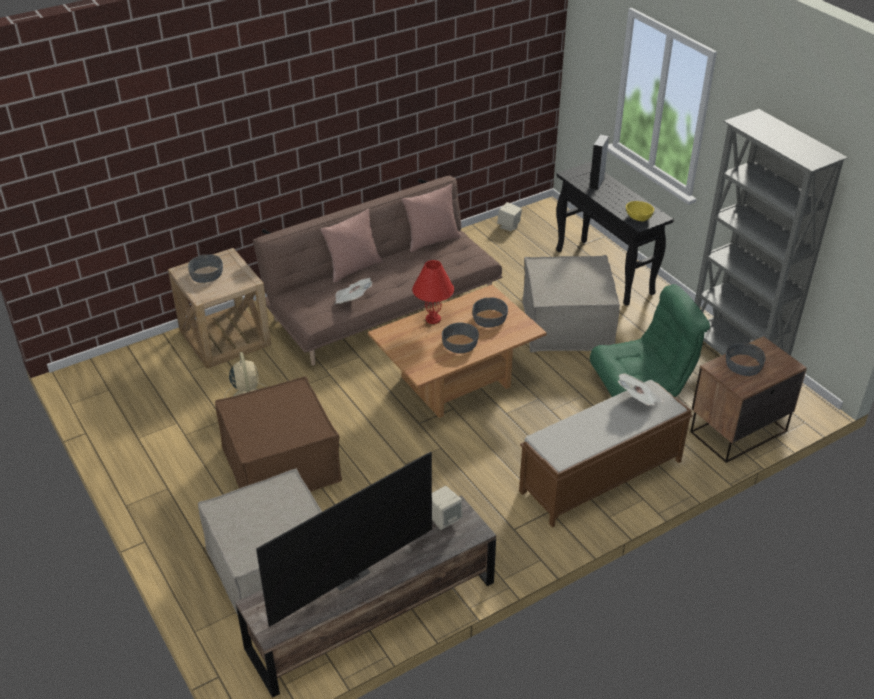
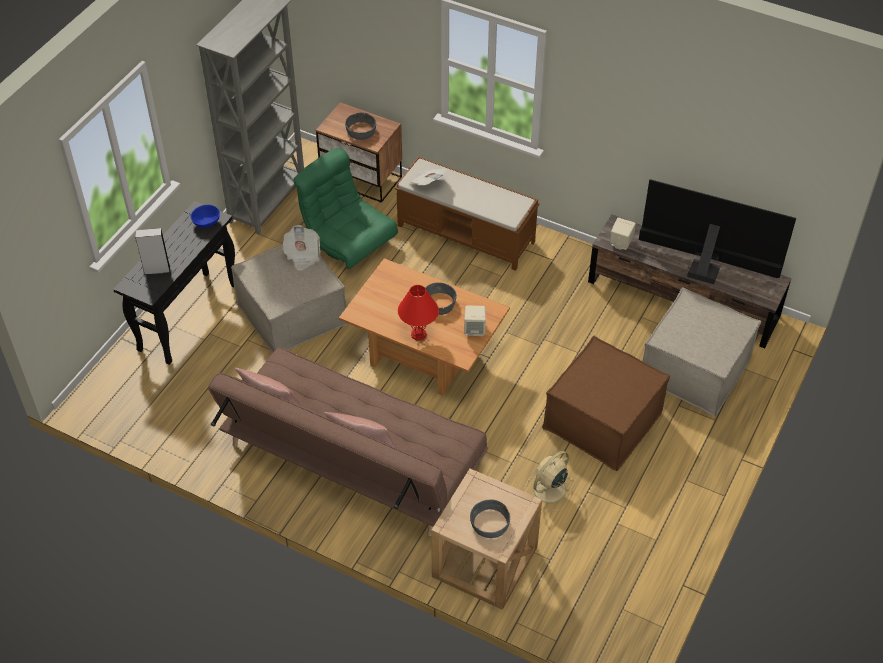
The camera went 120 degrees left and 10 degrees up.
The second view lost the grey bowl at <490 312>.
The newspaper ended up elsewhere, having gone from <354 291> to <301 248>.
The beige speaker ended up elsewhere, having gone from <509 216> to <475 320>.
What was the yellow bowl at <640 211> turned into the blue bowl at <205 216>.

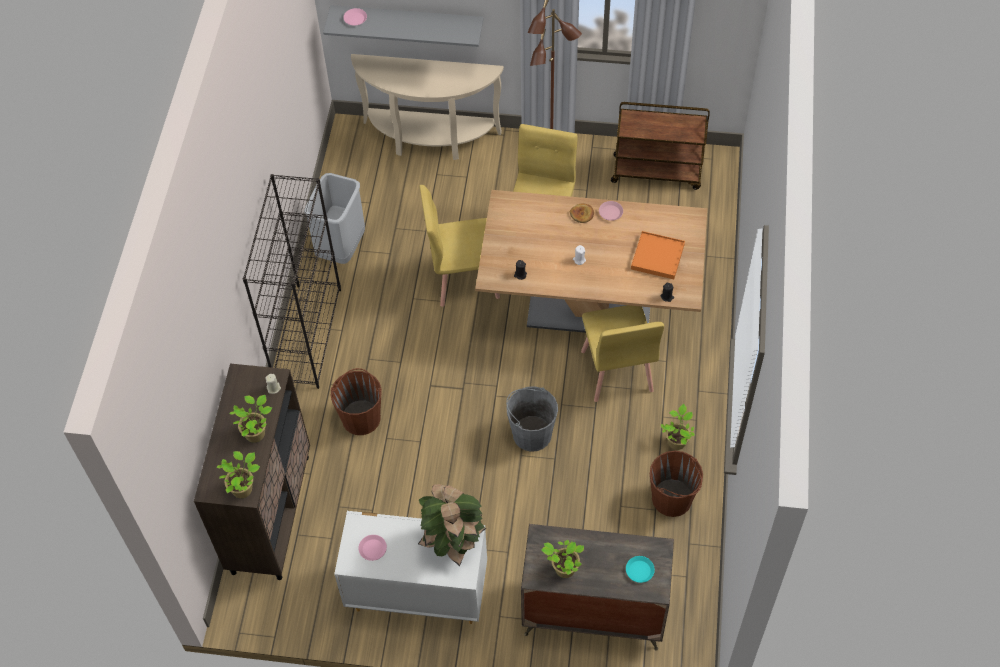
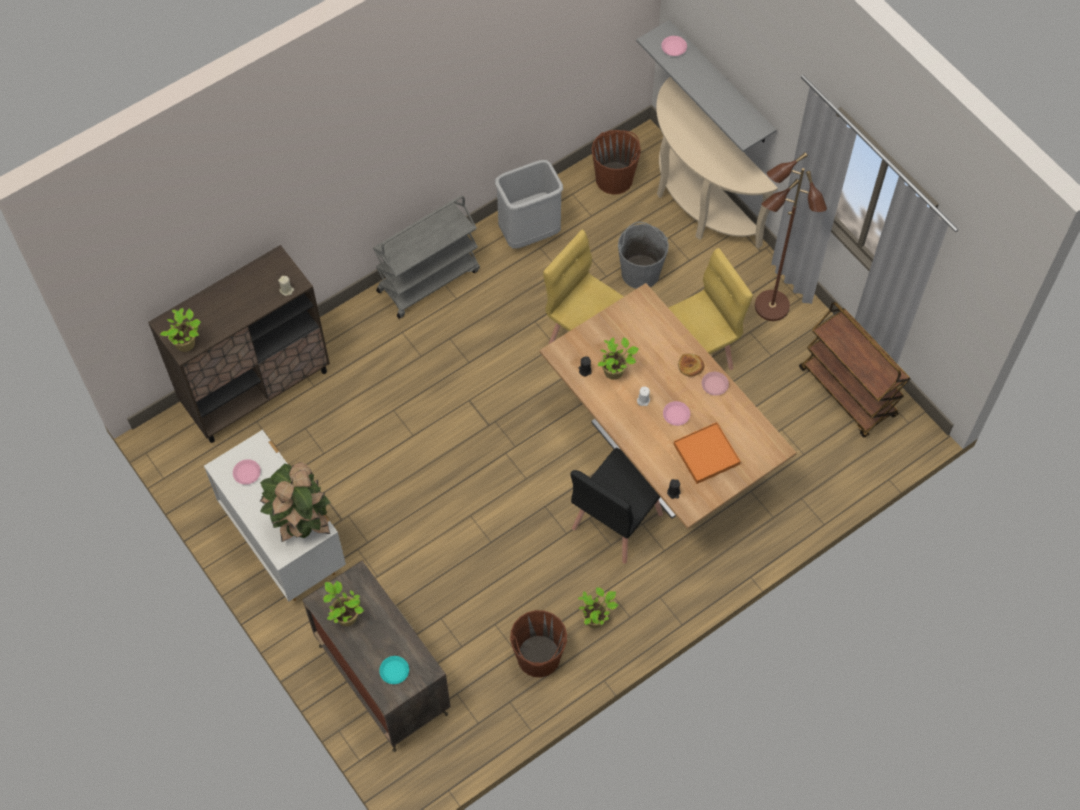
The camera went 45 degrees right and 5 degrees up.
The second view gained the pink plate at <676 413>.
The potted plant ended up elsewhere, having gone from <250 419> to <618 358>.
The brown bucket ended up elsewhere, having gone from <356 401> to <616 162>.
The grey bucket ended up elsewhere, having gone from <532 419> to <643 255>.
Where the black bookcase stood at <292 281>, the grey cart came to stand at <426 257>.
What was the yellow chair at <622 353> turned into the black chair at <616 506>.

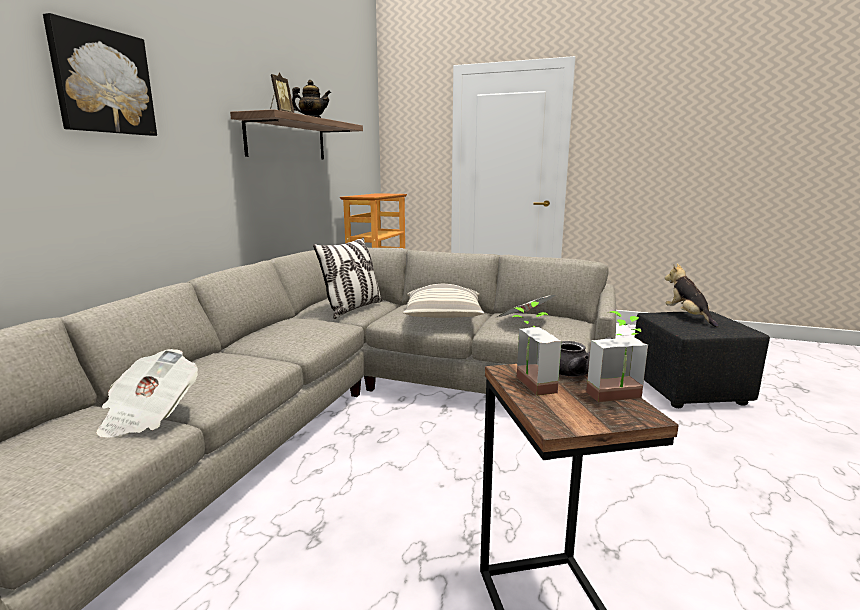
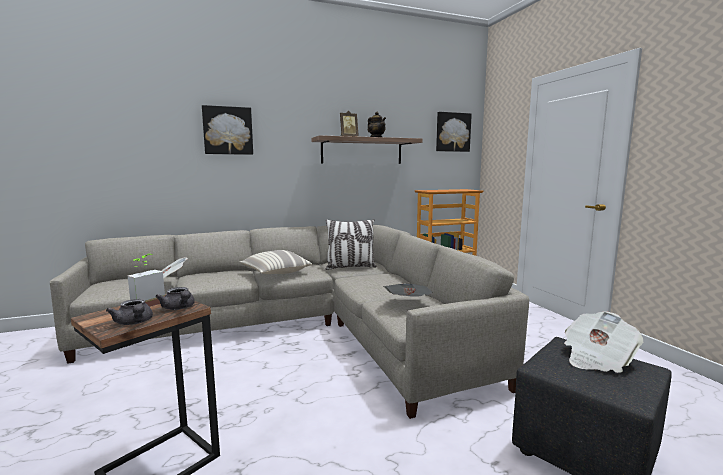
The camera went 50 degrees right and 5 degrees down.
The second view gained the picture at <454 132>.
The pillow ended up elsewhere, having gone from <443 301> to <276 262>.
Where the potted plant stood at <617 356>, the grey teapot came to stand at <129 312>.
Where the plush toy stood at <692 295>, the newspaper came to stand at <604 342>.

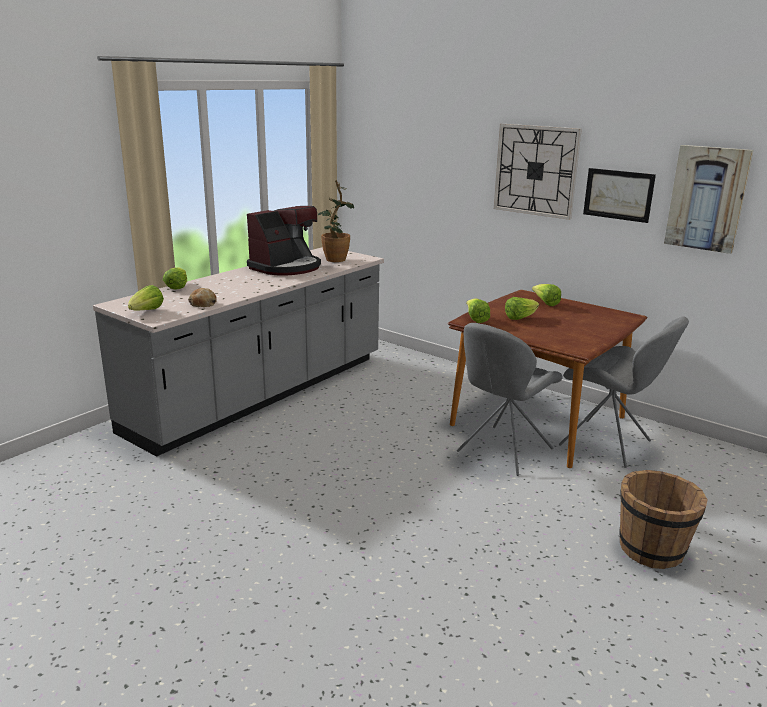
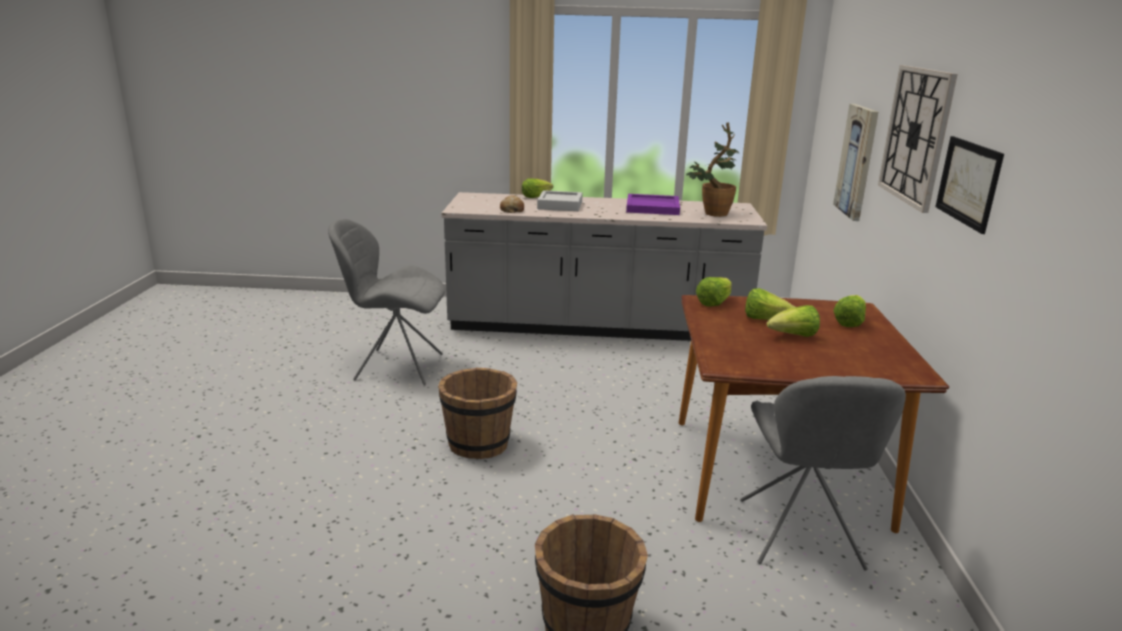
The camera went 55 degrees right and 0 degrees up.
The second view gained the brown bucket at <477 413>.
The second view gained the grey tray at <560 200>.
The lettuce ended up elsewhere, having gone from <146 298> to <793 321>.
The grey chair ended up elsewhere, having gone from <509 399> to <386 302>.
The picture ended up elsewhere, having gone from <708 199> to <855 162>.
Where the coffee machine stood at <284 241>, the purple tray came to stand at <653 204>.

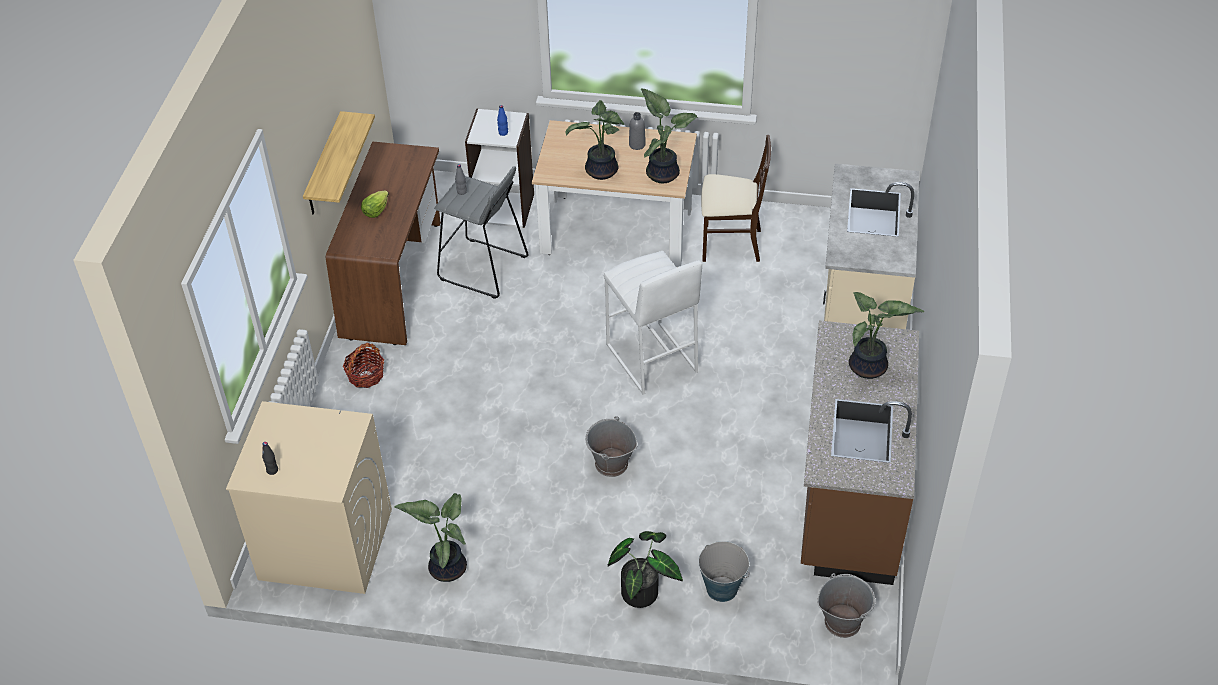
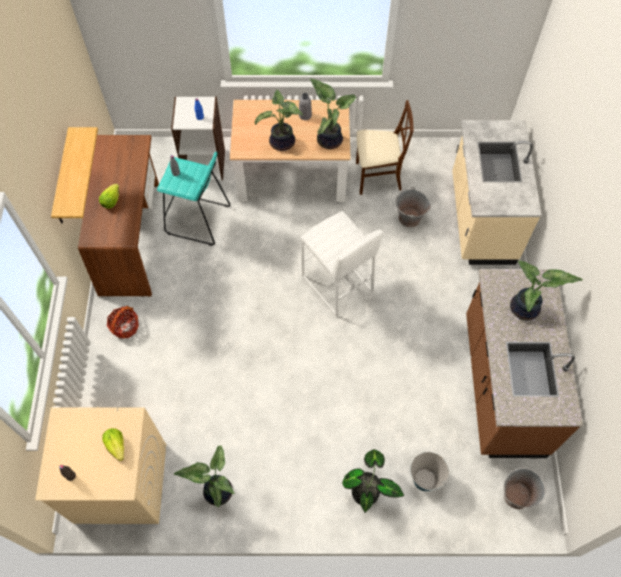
The camera went 10 degrees left and 15 degrees up.
The second view gained the lettuce at <113 444>.
The grey bucket ended up elsewhere, having gone from <611 446> to <413 207>.
What was the grey stool at <481 232> turned into the turquoise stool at <193 199>.

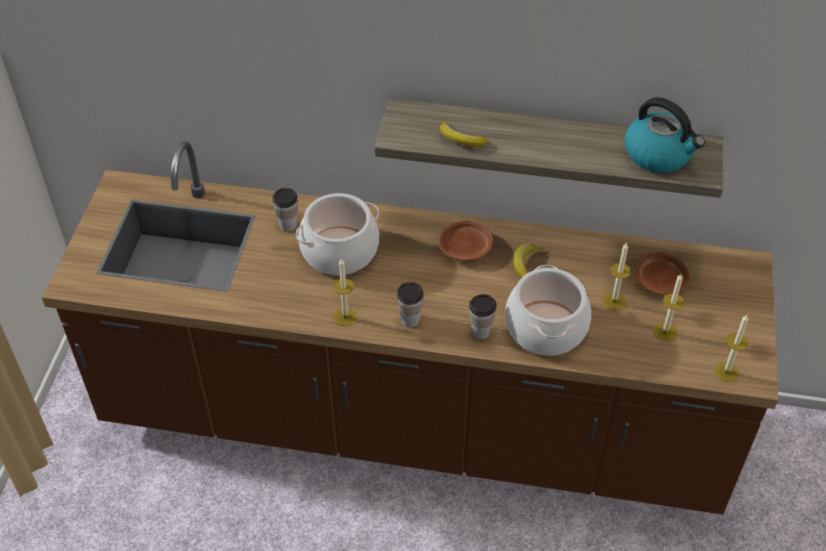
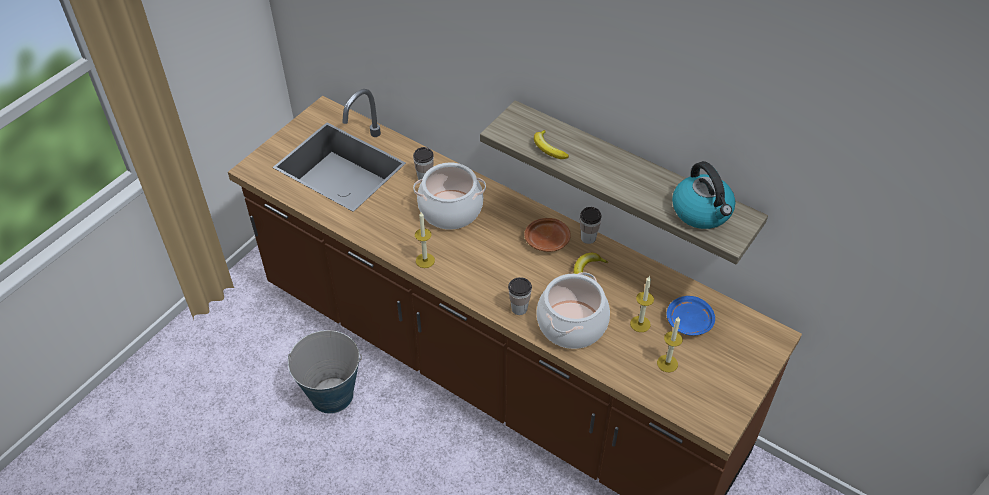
The camera went 25 degrees right and 0 degrees up.
The second view lost the candle at <731 348>.
The second view gained the bucket at <325 372>.
The cup ended up elsewhere, having gone from <410 304> to <590 225>.
What was the brown plate at <662 273> turned into the blue plate at <691 316>.

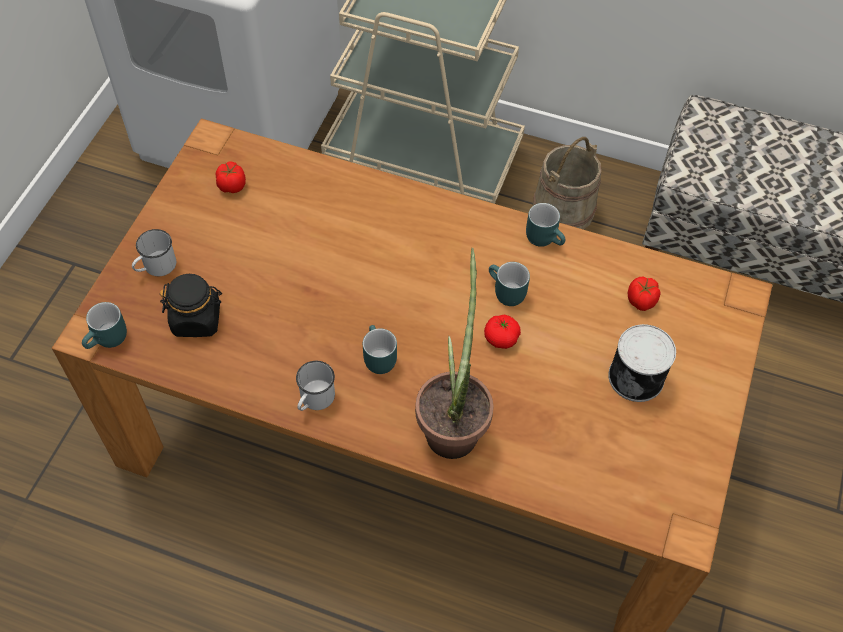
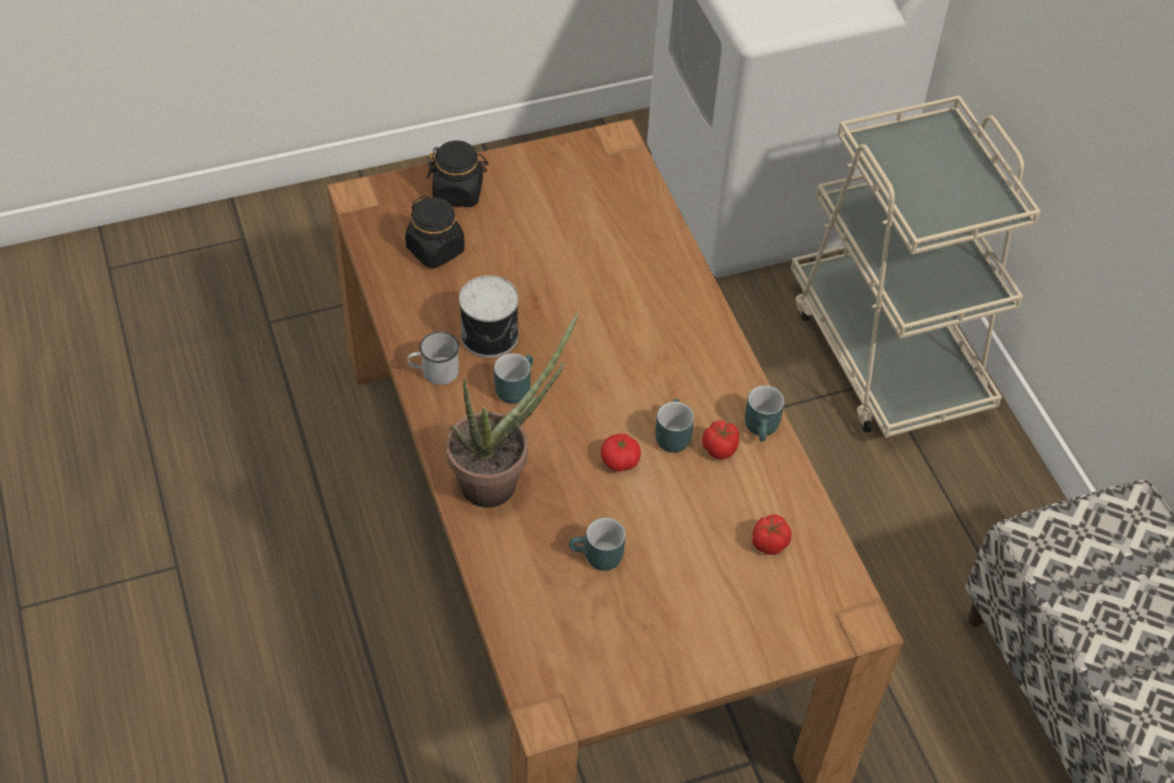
The camera went 50 degrees right and 5 degrees down.
The second view lost the beige bucket at <567 183>.
The turquoise mug ended up elsewhere, having gone from <104 325> to <597 544>.
The tomato ended up elsewhere, having gone from <230 177> to <720 440>.
The can ended up elsewhere, having gone from <642 363> to <488 316>.
Where the white mug stood at <154 252>, the black jar came to stand at <457 173>.

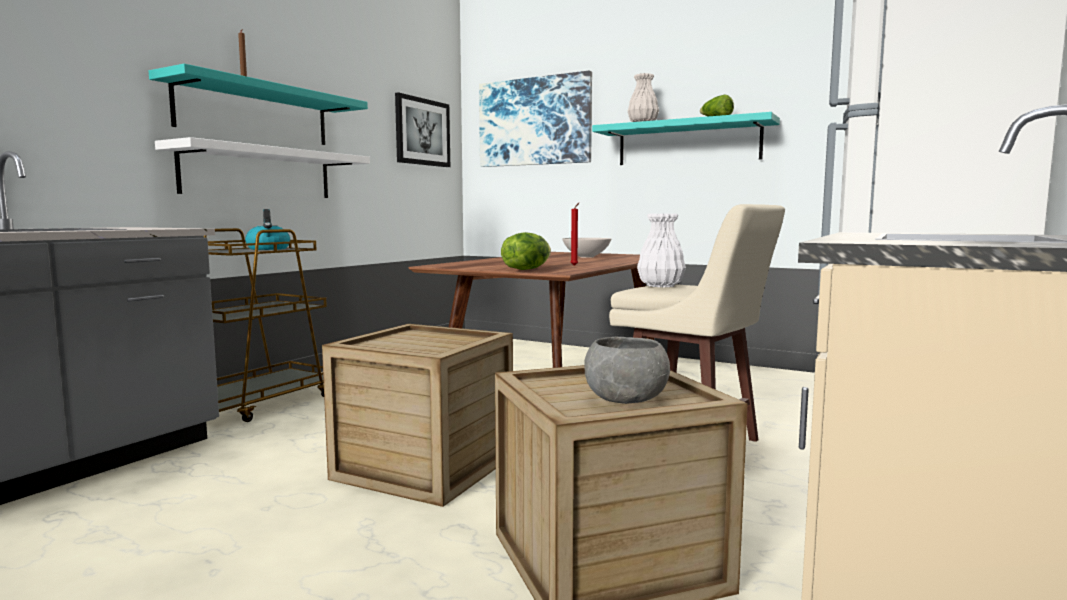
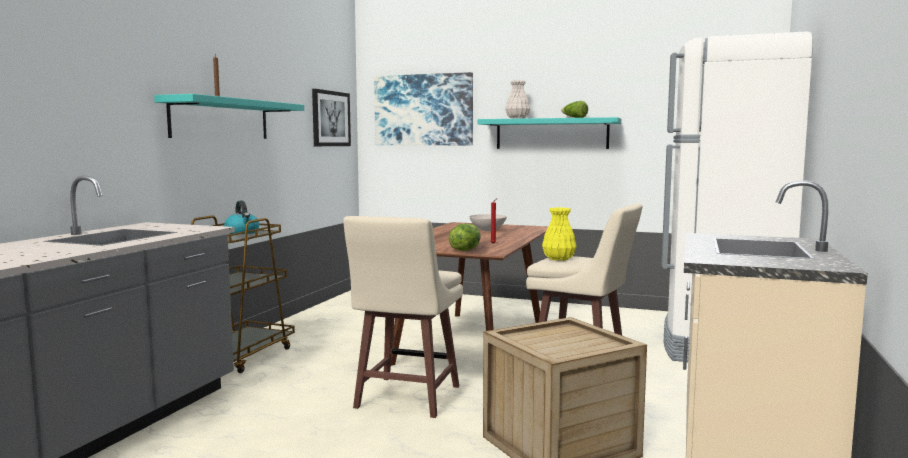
The camera went 10 degrees left and 0 degrees up.
The second view lost the white shelf at <262 167>.
The second view lost the grey bowl at <627 370>.
Where the crate stood at <417 415>, the beige stool came to stand at <403 317>.
What was the white vase at <661 250> turned into the yellow vase at <559 234>.

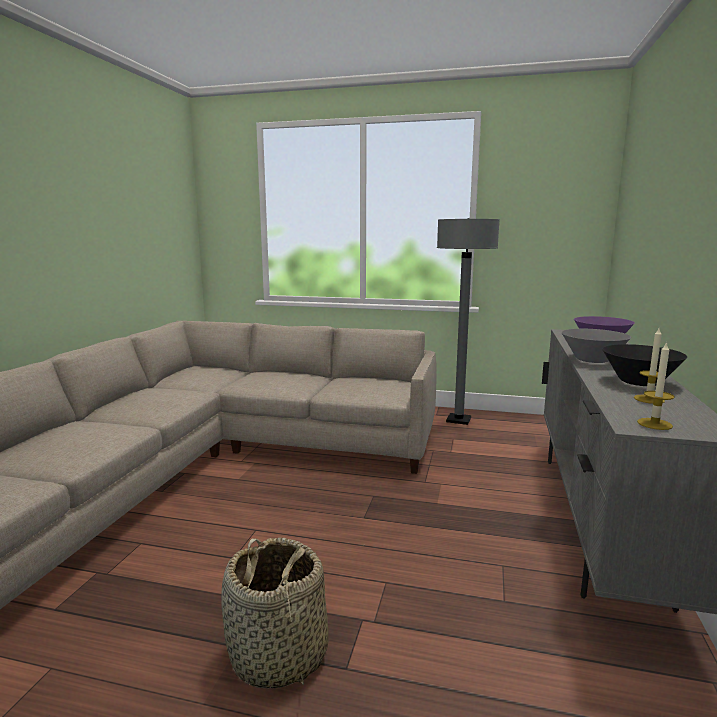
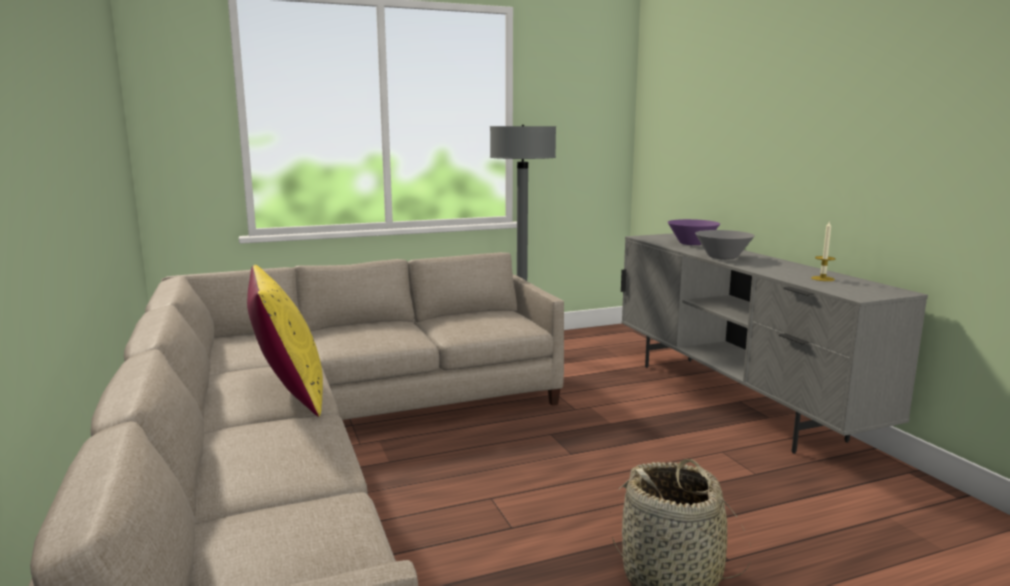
The camera went 35 degrees left and 0 degrees up.
The second view lost the black bowl at <644 365>.
The second view lost the candle at <656 385>.
The second view gained the yellow pillow at <285 341>.

